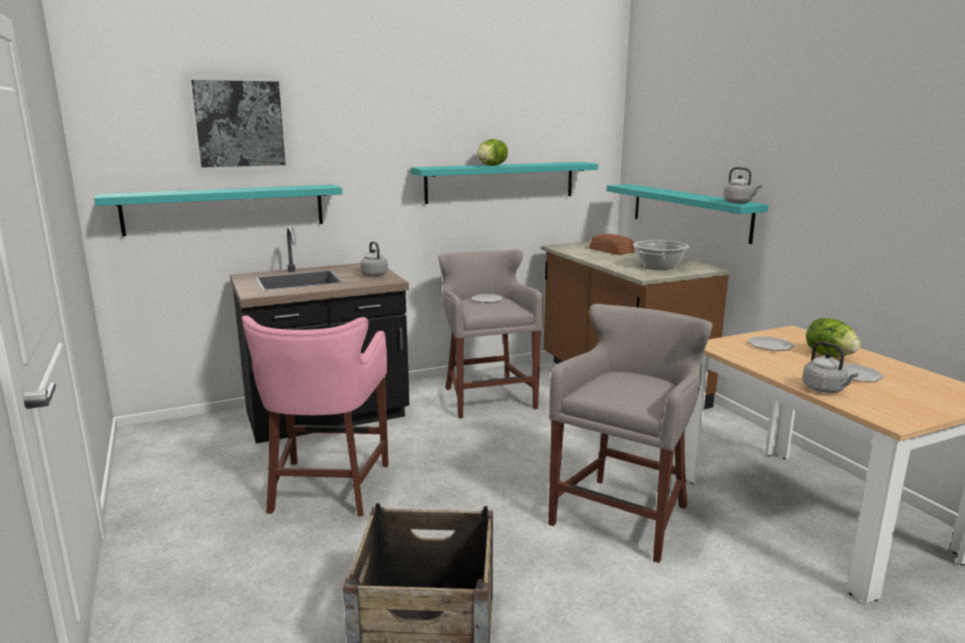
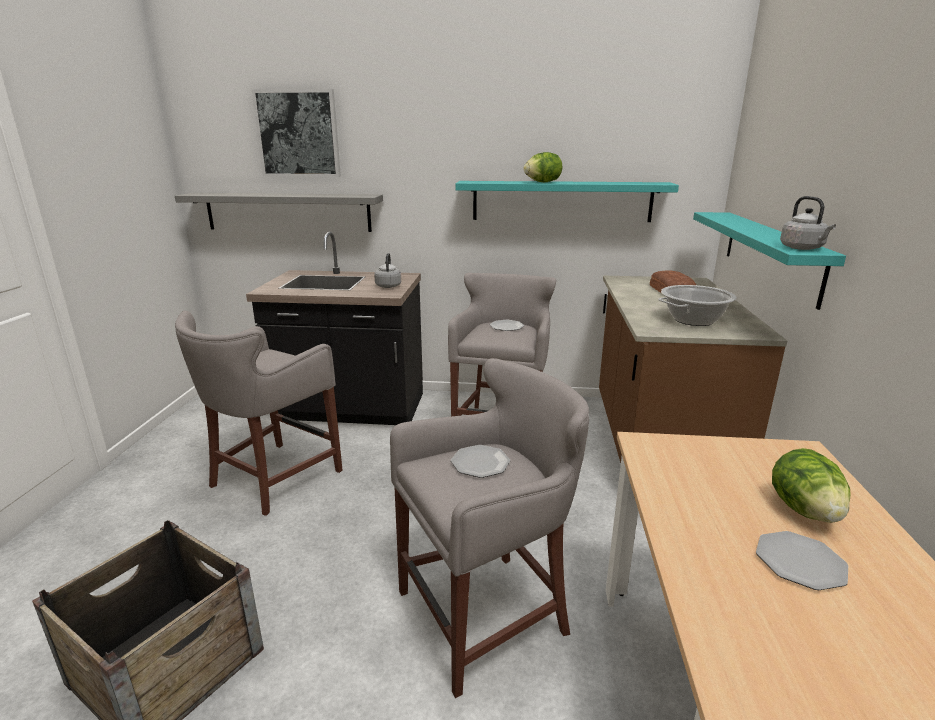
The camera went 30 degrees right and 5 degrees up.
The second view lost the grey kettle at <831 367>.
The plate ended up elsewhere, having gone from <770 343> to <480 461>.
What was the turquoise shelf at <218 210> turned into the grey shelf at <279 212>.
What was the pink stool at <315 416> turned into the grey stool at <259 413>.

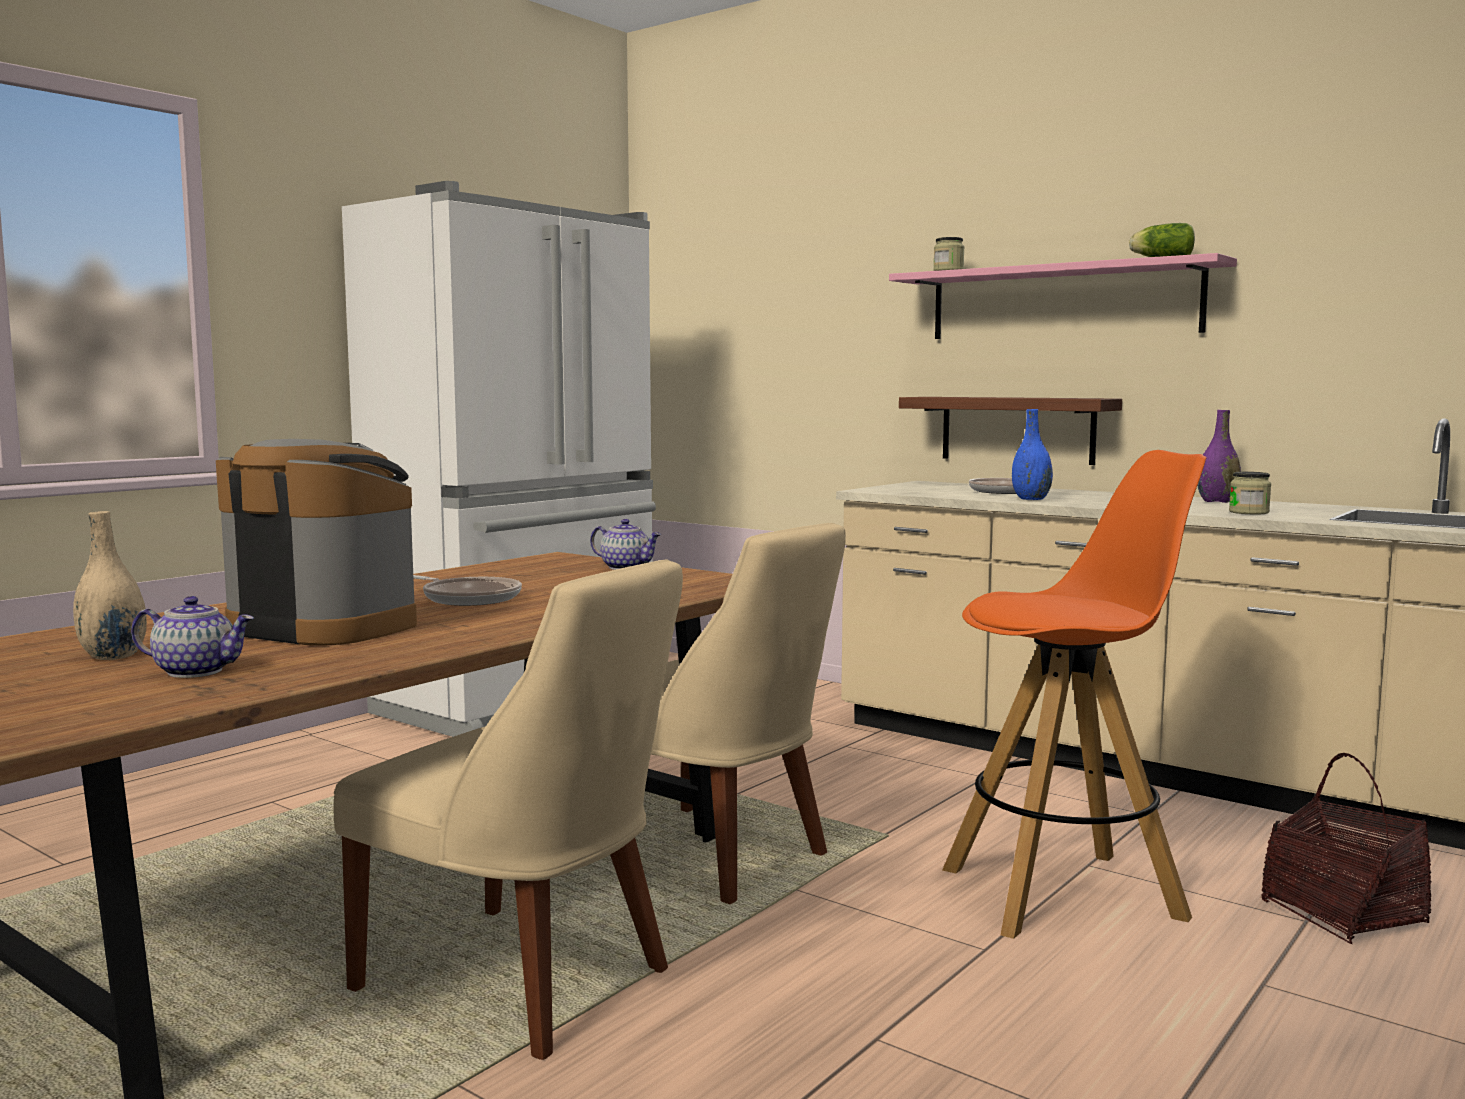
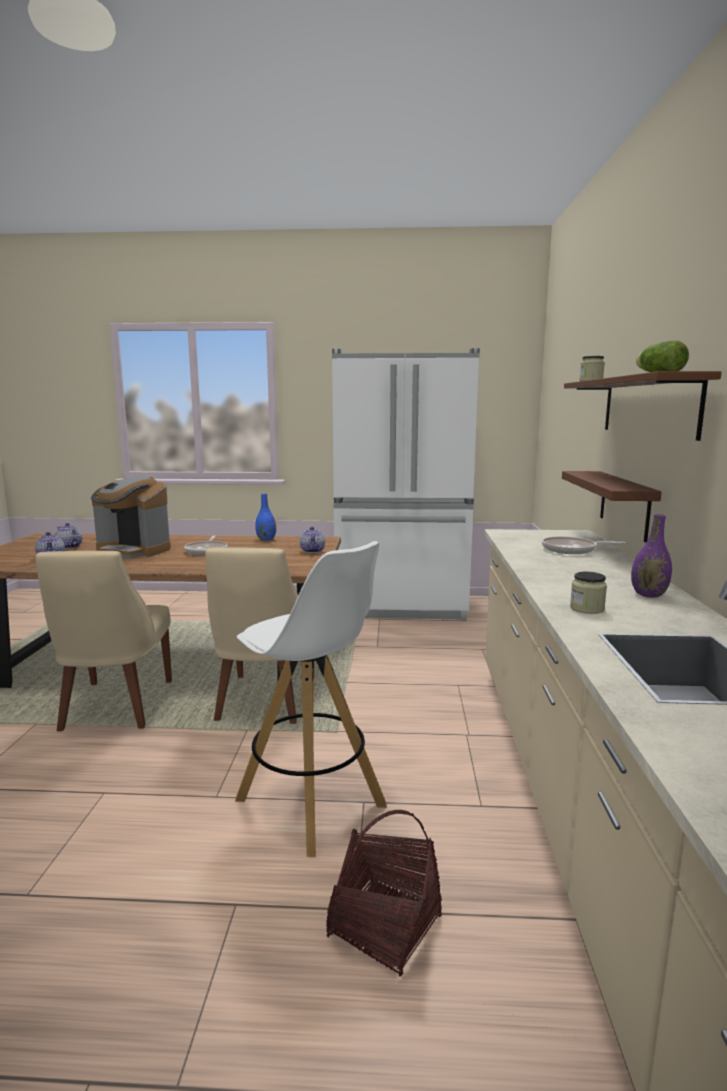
The camera went 55 degrees right and 5 degrees up.
The blue vase ended up elsewhere, having gone from <1032 454> to <265 517>.
Where the beige vase stood at <110 585>, the teapot came to stand at <68 536>.
What was the pink shelf at <1063 296> turned into the brown shelf at <643 406>.
What was the orange stool at <1074 694> turned into the white stool at <311 699>.
The coffee machine at <316 542> ended up facing another way, 120 degrees clockwise from before.

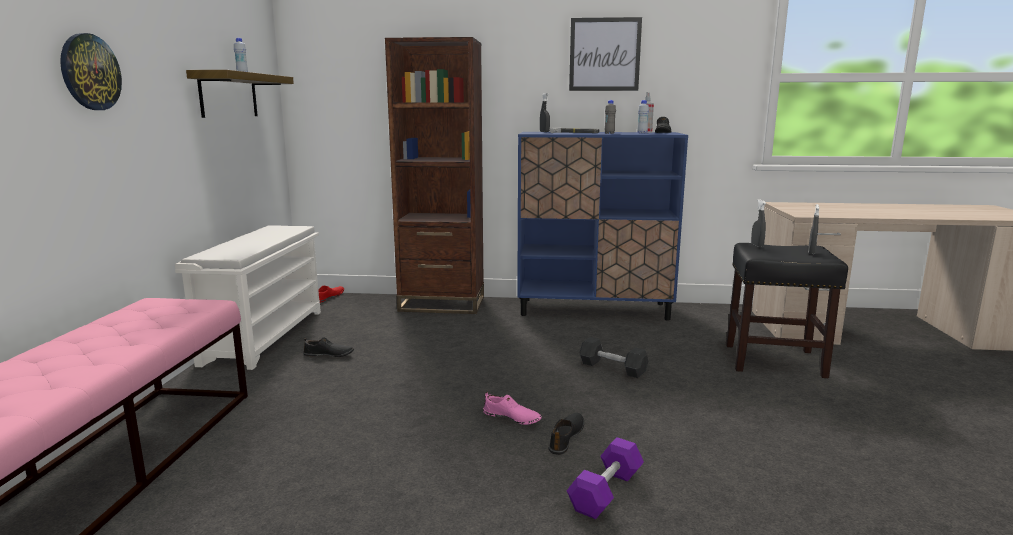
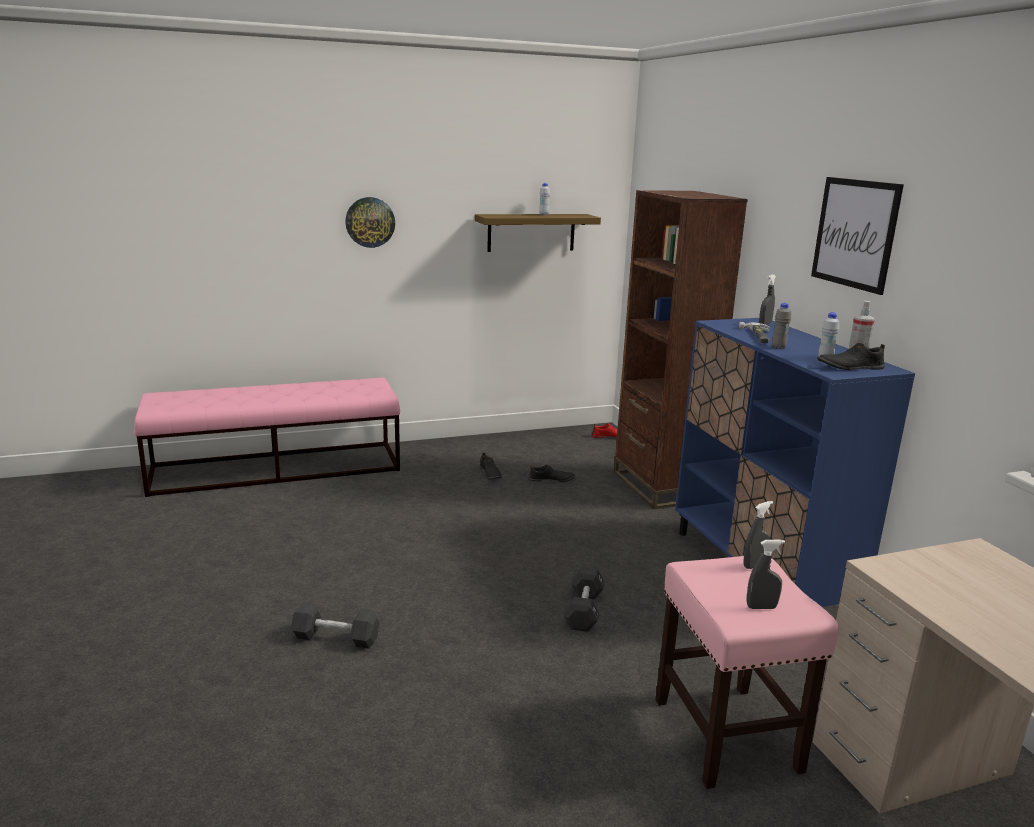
The camera went 65 degrees right and 5 degrees up.
The second view lost the white shoe rack at <248 297>.
The second view lost the pink shoe at <512 408>.
The black shoe ended up elsewhere, having gone from <566 434> to <551 473>.
What was the purple dumbbell at <605 478> turned into the black dumbbell at <335 625>.
What was the black stool at <787 310> turned into the pink stool at <747 672>.

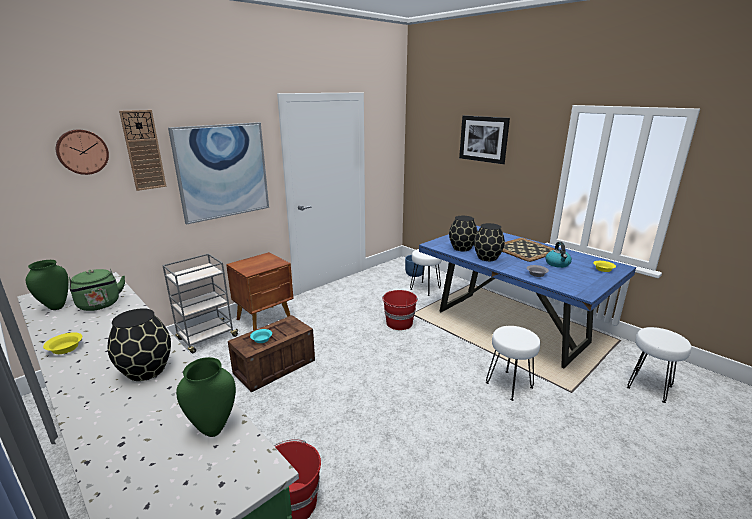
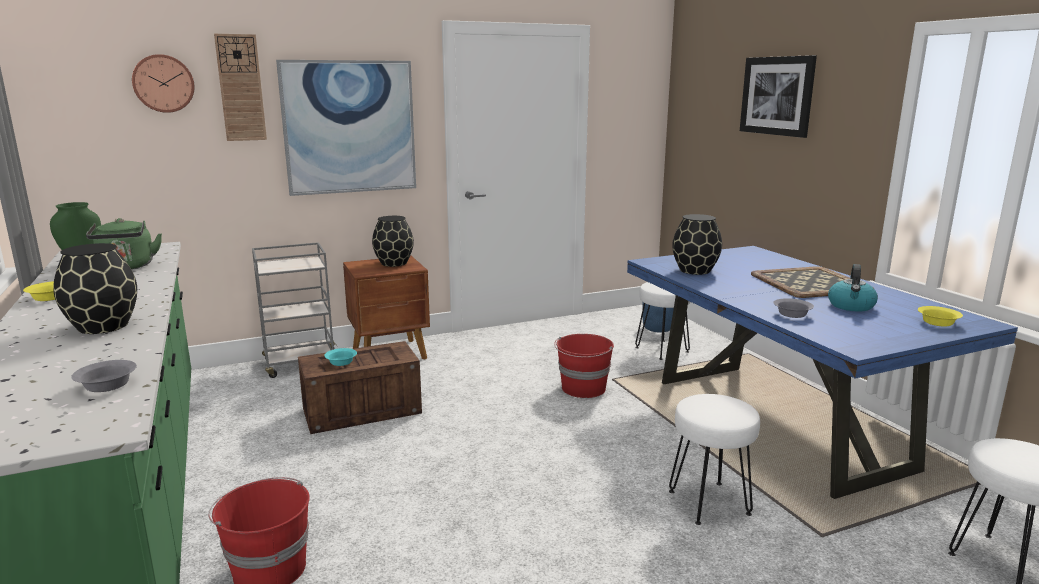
The camera went 20 degrees right and 5 degrees down.
The black vase ended up elsewhere, having gone from <489 242> to <393 241>.
Where the green vase stood at <206 397>, the grey bowl came to stand at <104 376>.

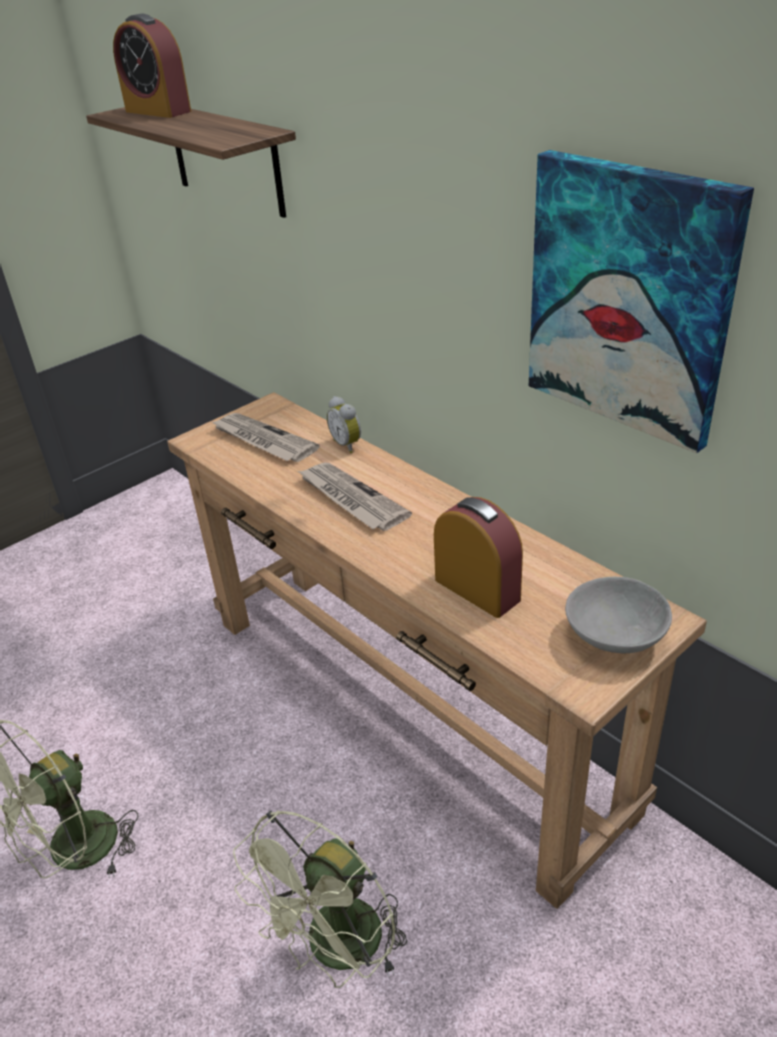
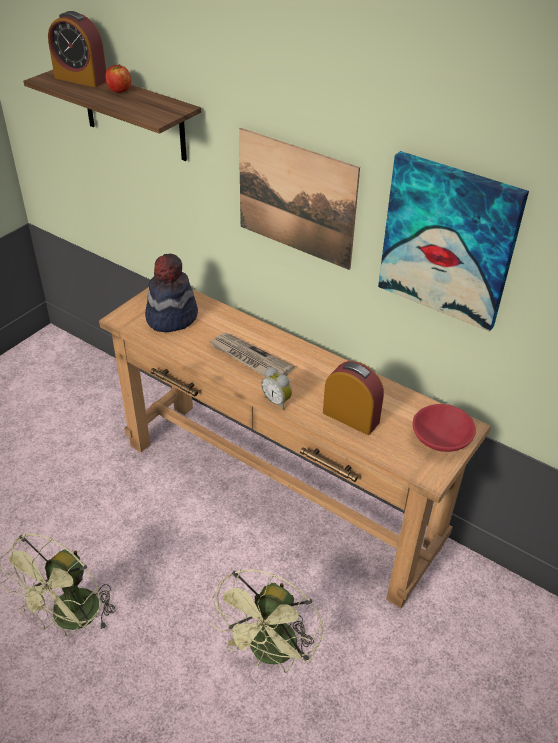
The camera went 15 degrees left and 5 degrees up.
The second view gained the apple at <118 78>.
The second view gained the picture at <299 199>.
The alarm clock ended up elsewhere, having gone from <344 425> to <276 388>.
Where the newspaper stood at <265 437>, the hat came to stand at <171 293>.
What was the grey bowl at <618 615> turned into the red bowl at <444 428>.

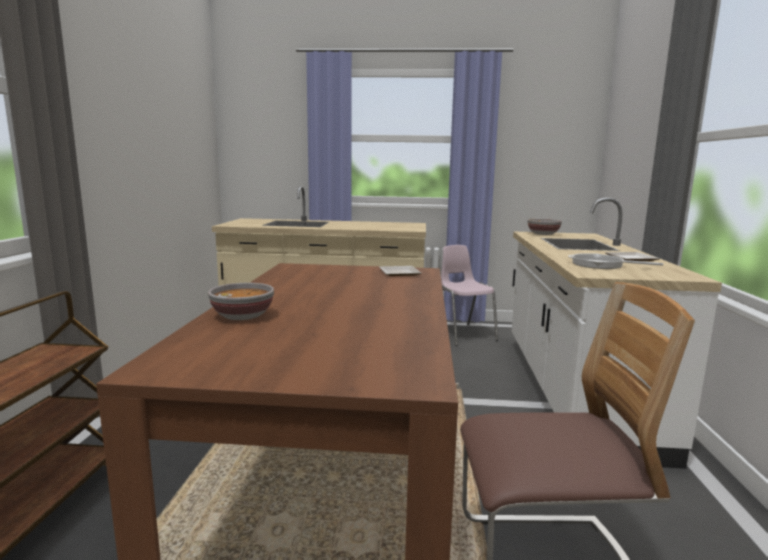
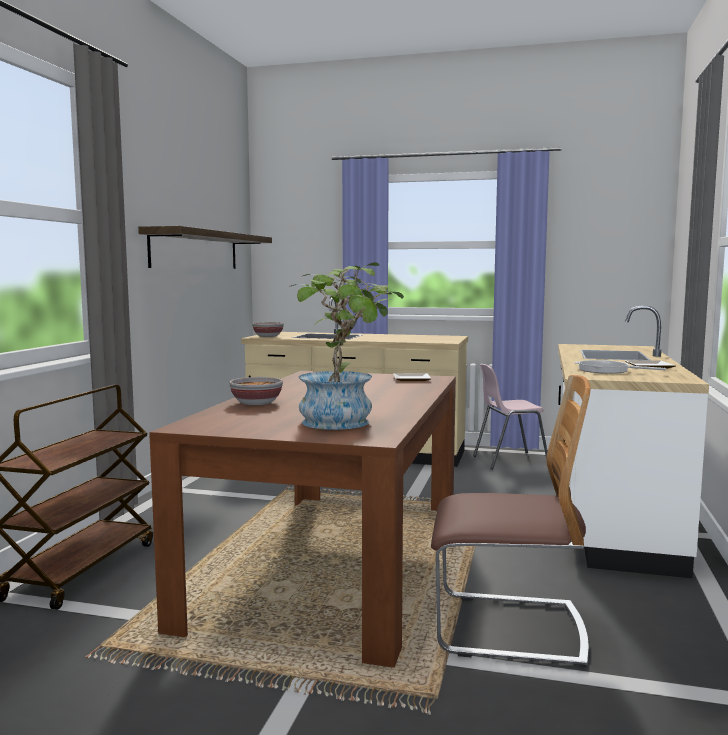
The camera went 10 degrees right and 5 degrees down.
The second view gained the shelf at <205 247>.
The second view gained the potted plant at <346 346>.
The bowl ended up elsewhere, having gone from <544 226> to <268 329>.
The pink chair at <469 295> ended up facing another way, 90 degrees counterclockwise from before.

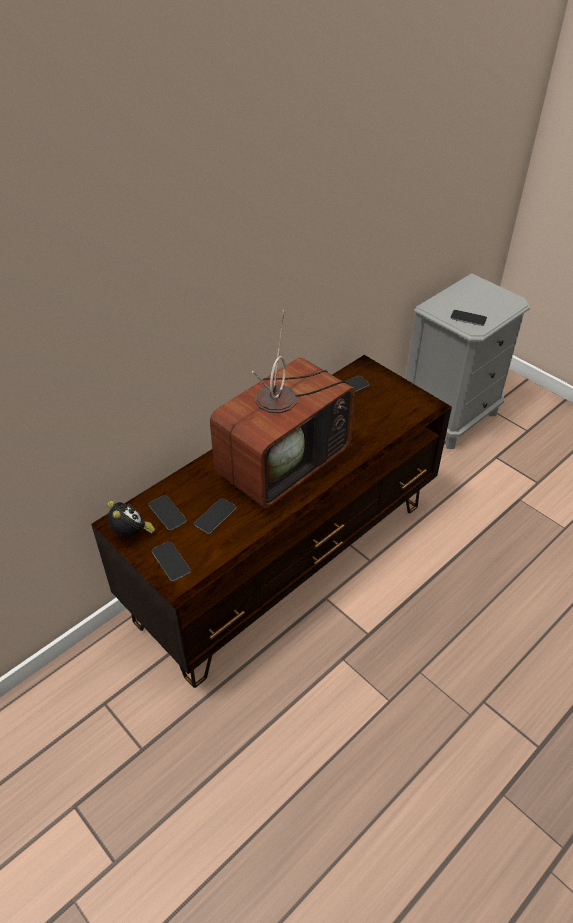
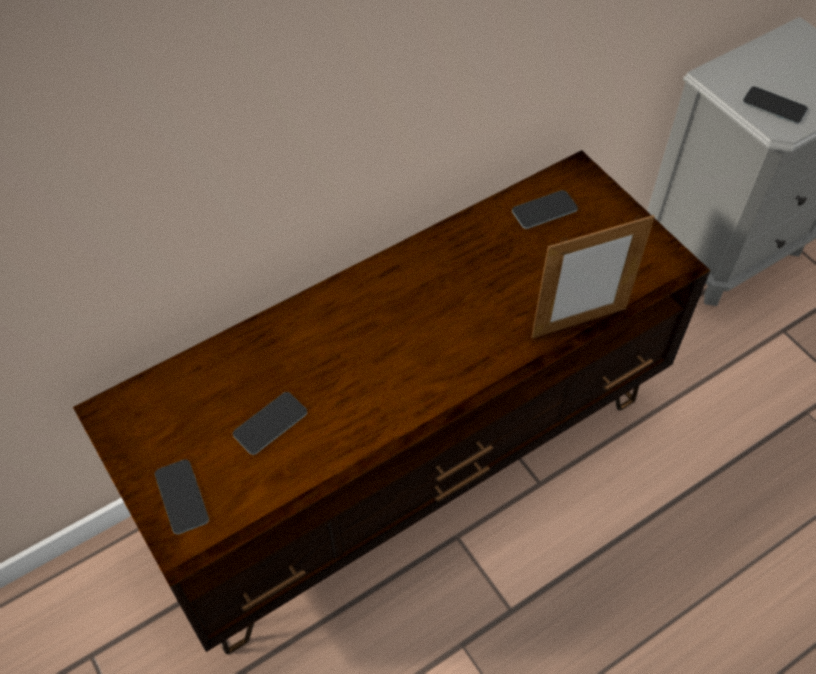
The camera went 10 degrees right and 10 degrees up.
The second view lost the alarm clock at <131 518>.
The second view lost the phone at <168 512>.
The second view lost the television at <283 409>.
The second view gained the picture frame at <593 276>.

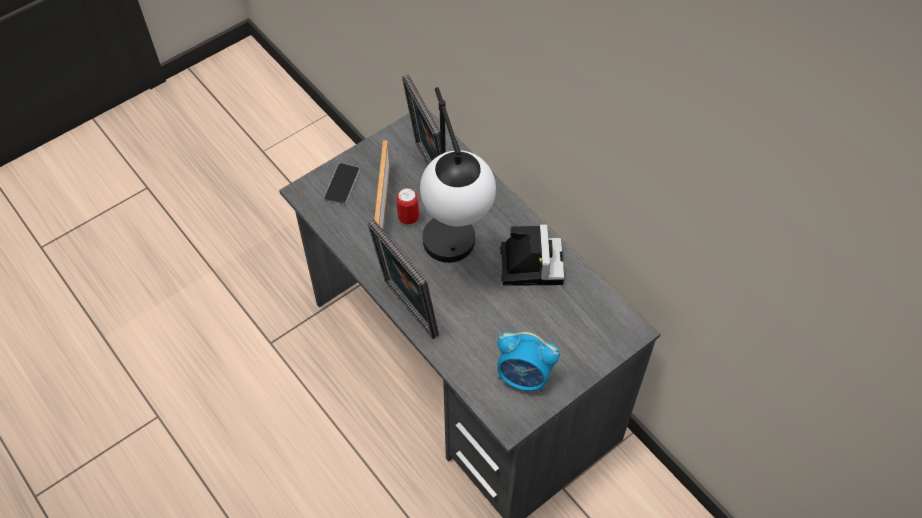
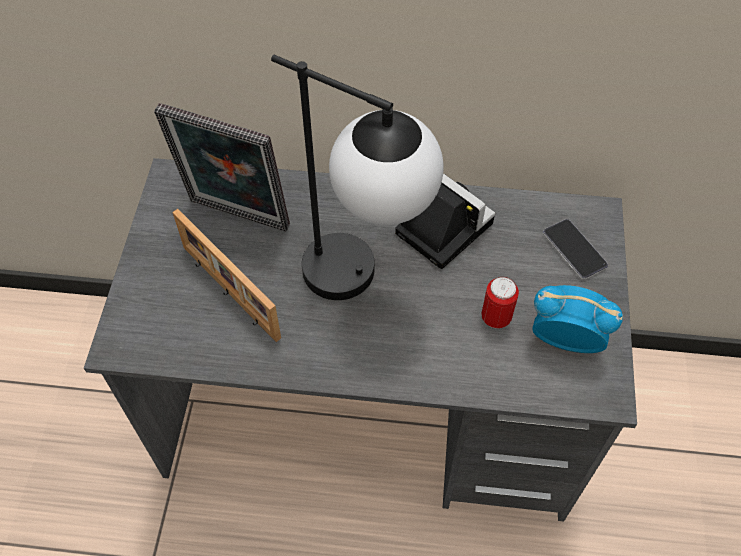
The camera went 45 degrees left and 0 degrees up.
The second view lost the picture frame at <403 279>.
The phone ended up elsewhere, having gone from <342 184> to <575 249>.
The can ended up elsewhere, having gone from <407 206> to <500 303>.
The alarm clock at <528 361> ended up facing another way, 135 degrees counterclockwise from before.

